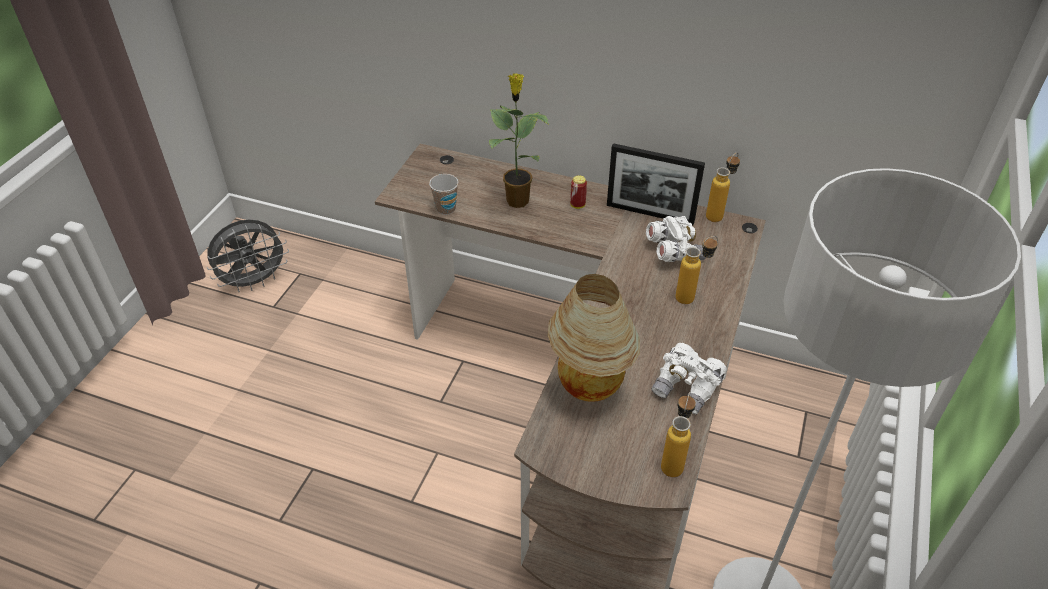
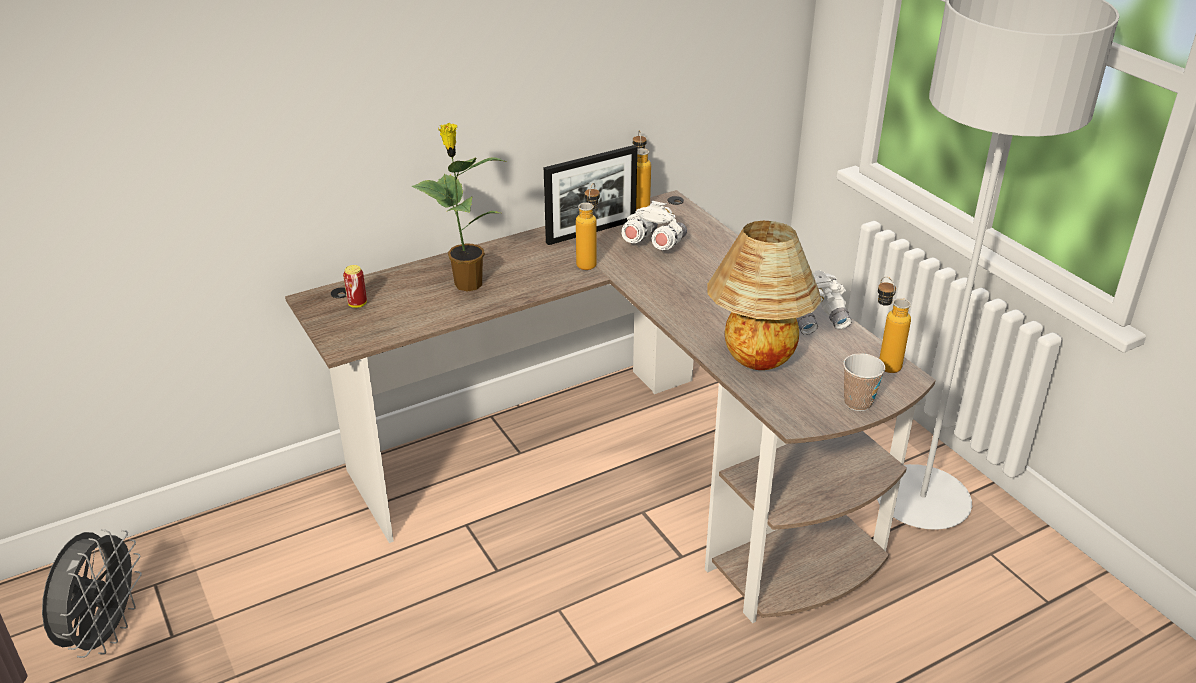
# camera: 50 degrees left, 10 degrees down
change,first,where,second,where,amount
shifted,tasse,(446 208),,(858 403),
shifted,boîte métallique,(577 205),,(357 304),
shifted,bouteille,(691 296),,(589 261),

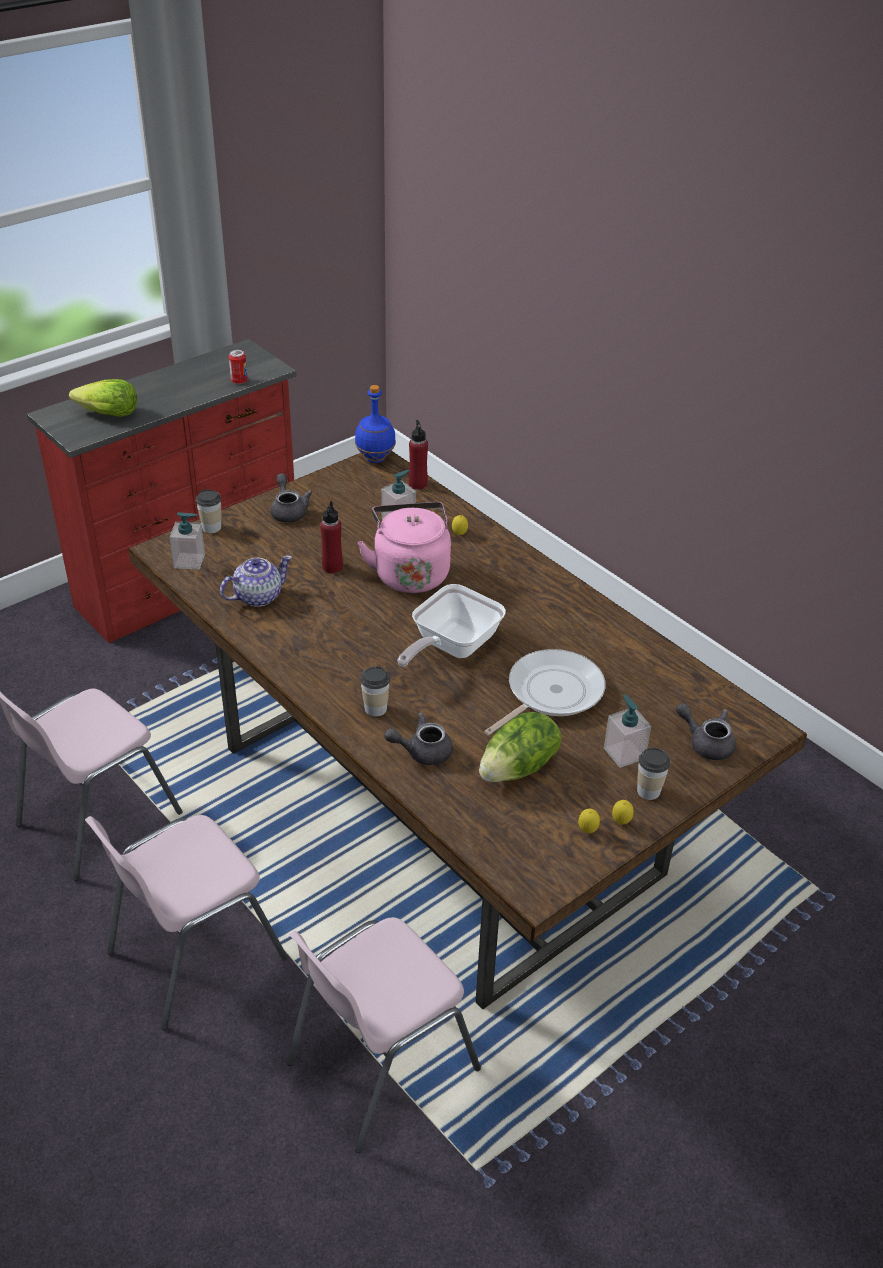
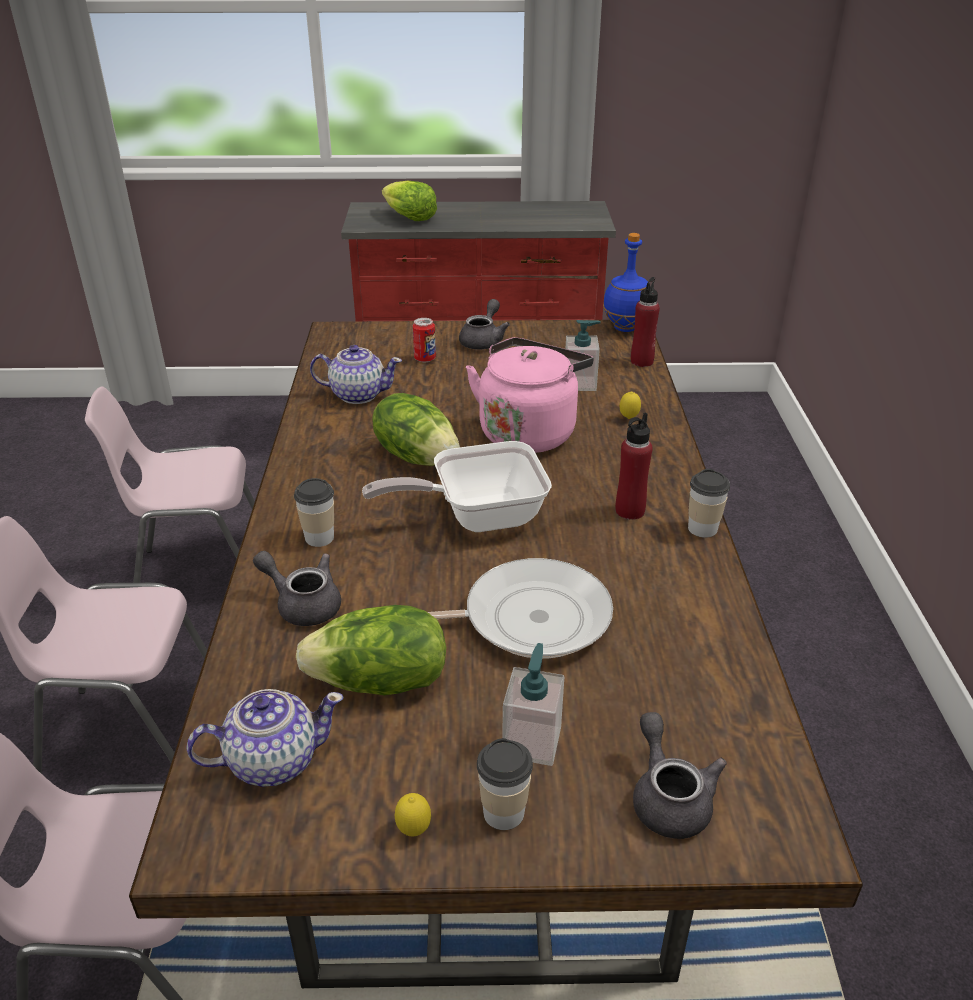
# camera: 40 degrees right, 5 degrees down
change,first,where,second,where,amount
gone,distributeur de savon,(189 561),,,
gone,citron,(587 831),,,
new,,,théière,(272 760),
new,,,laitue,(418 456),
shifted,tasse,(211 528),,(702 529),
shifted,boîte métallique,(239 381),,(425 359),
shifted,bouteille/rouge,(332 567),,(629 511),

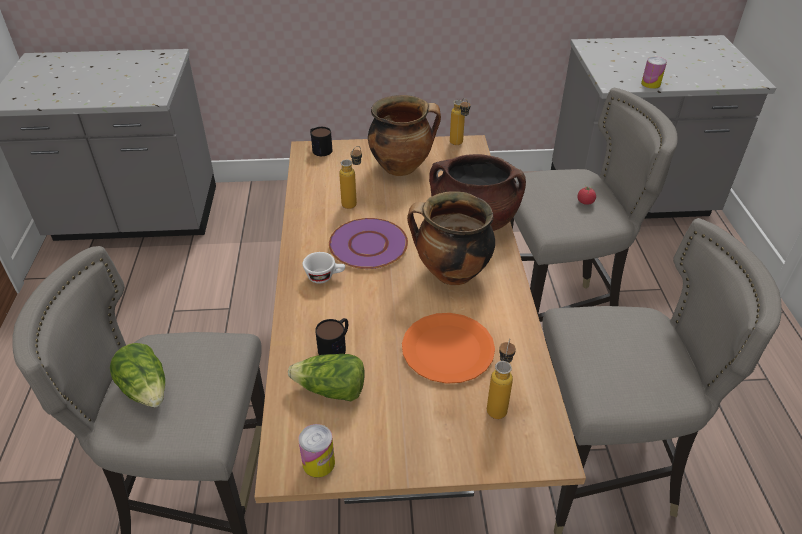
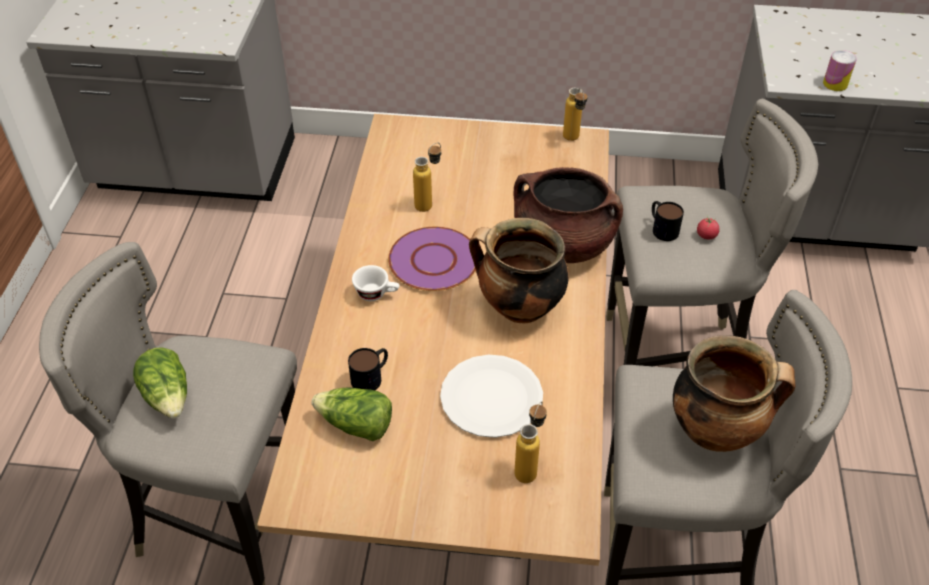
# camera: 10 degrees right, 5 degrees up
change,first,where,second,where,amount
gone,boîte métallique,(318 463),,,
shifted,mug,(319 148),,(662 228),
shifted,marmite,(402 167),,(716 431),
repainted,assiette/orange,(448 349),assiette/blanc,(491 398),

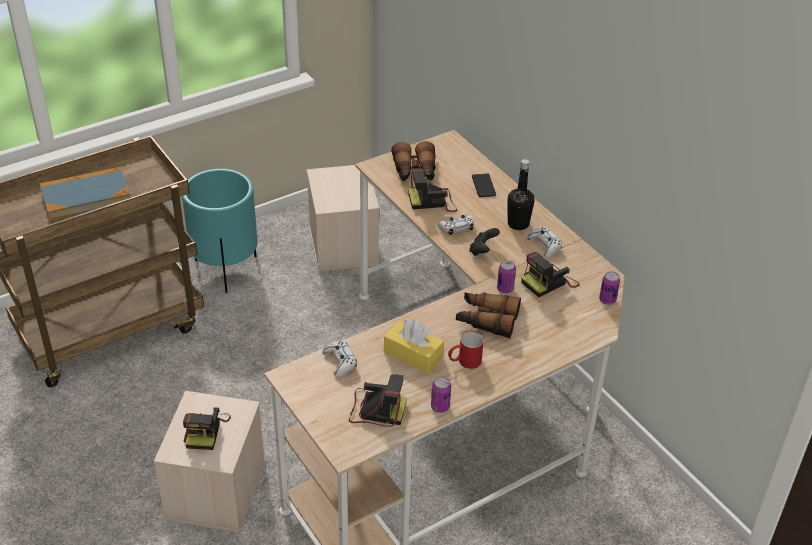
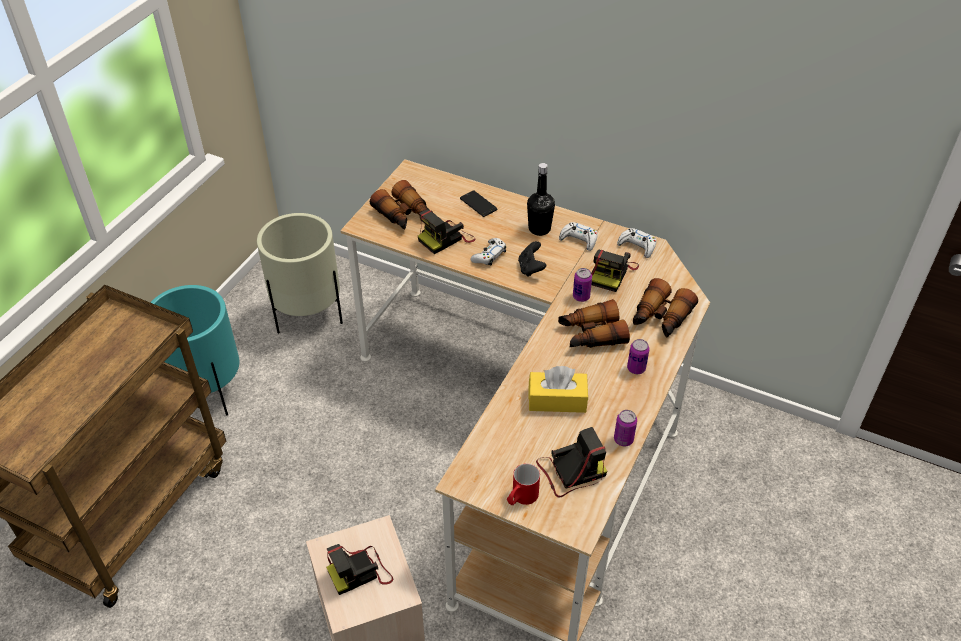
# camera: 30 degrees left, 5 degrees up
change,first,where,second,where,amount
gone,livre,(86 196),,,
new,,,jumelles,(660 318),
shifted,manette/blanc,(340 362),,(637 246),
shifted,mug/rouge,(464 362),,(521 498),
shifted,boîte métallique,(607 300),,(636 368),
swapped,boîte de rangement/beige,(344 245),cache-pot/beige,(309 315),
rotated,appareil photo,(205 430),,(360 572),90 degrees clockwise

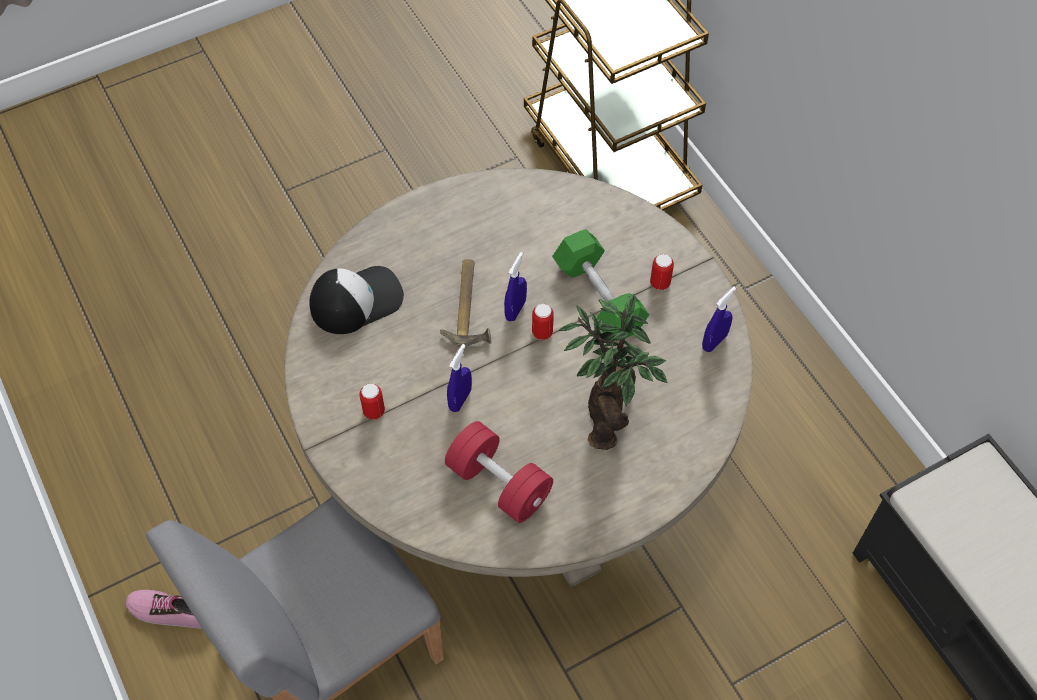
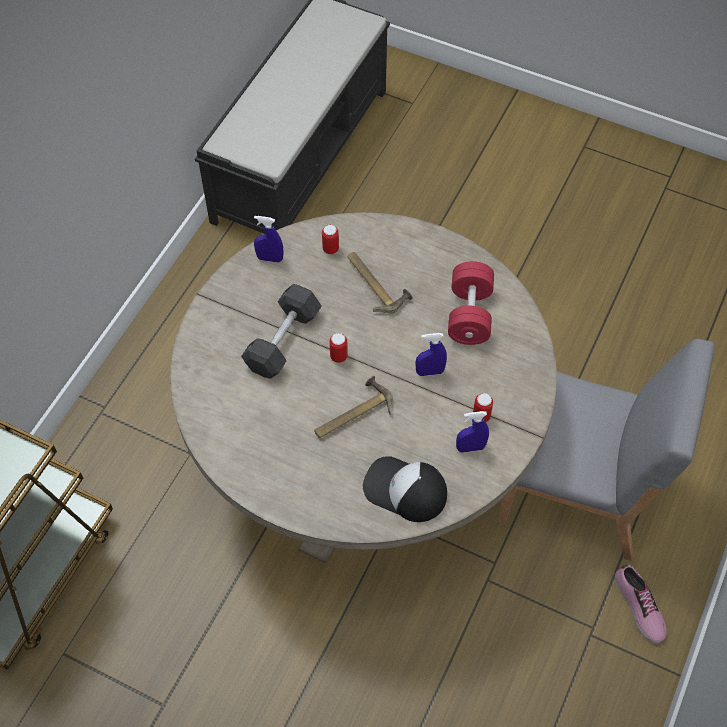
# camera: 125 degrees left, 0 degrees up
change,first,where,second,where,amount
shifted,vaporisateur/bleu,(515 310),,(470 448),
shifted,boîte métallique,(660 283),,(330 249),
swapped,plante en pot,(608 419),marteau,(376 283),
repainted,haltère/vert,(598 297),haltère/gris,(283 340),

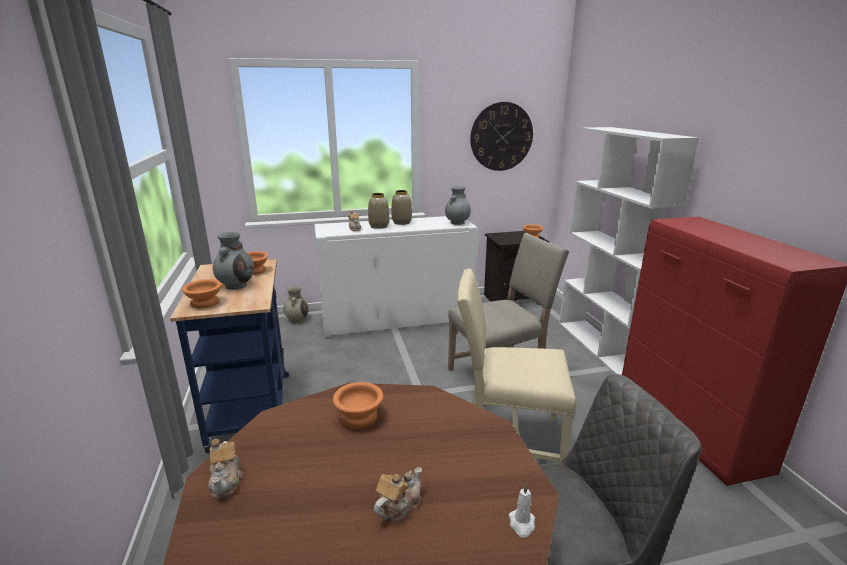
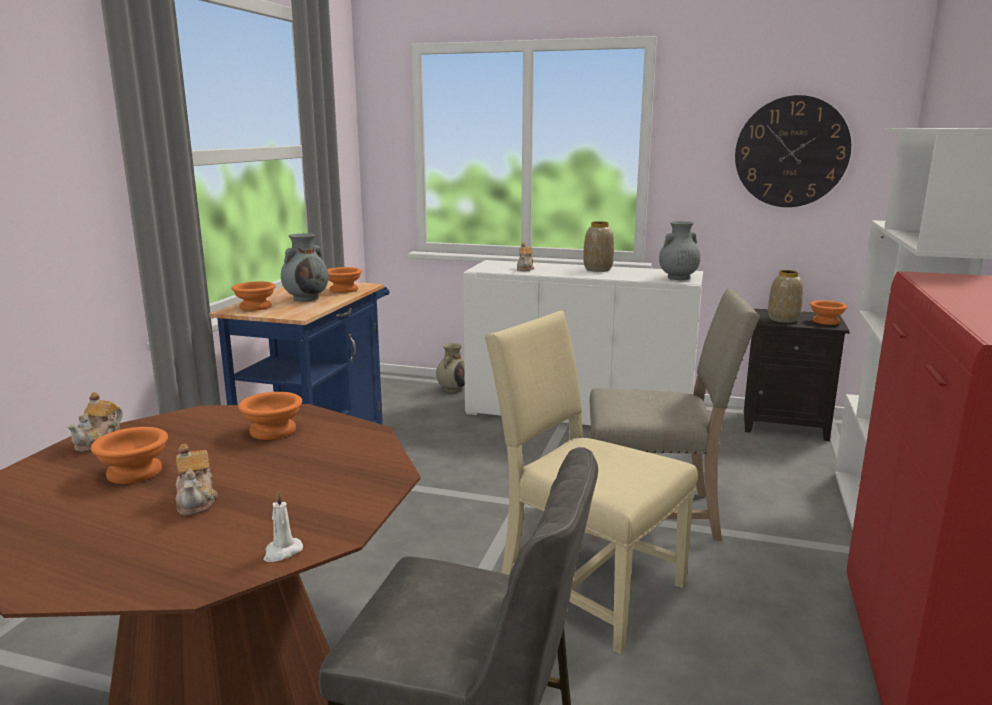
# camera: 30 degrees right, 5 degrees down
change,first,where,second,where,amount
new,,,bol/orange,(132 473),
shifted,vase,(378 226),,(782 320),
rotated,théière,(398 506),,(197 501),90 degrees clockwise

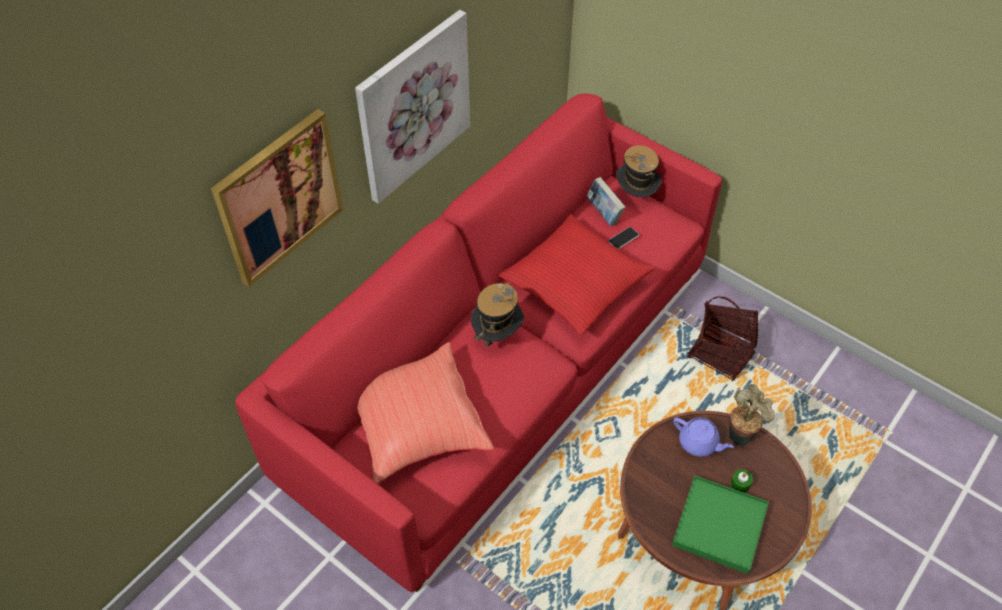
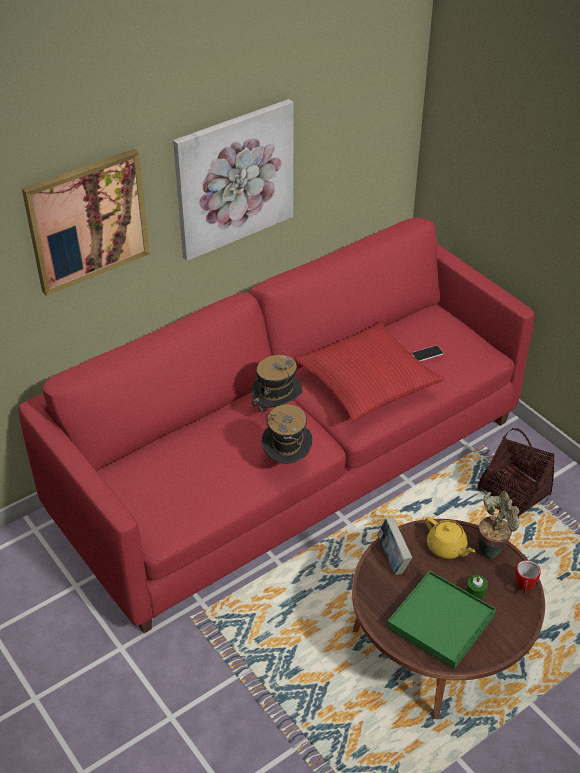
# camera: 15 degrees right, 10 degrees down
change,first,where,second,where,amount
gone,coussin/rouge,(415 425),,,
new,,,mug,(524 587),
shifted,livre,(604 213),,(392 558),
shifted,chapeau,(635 196),,(287 461),
repainted,théière/violet,(699 443),théière/jaune,(447 548),

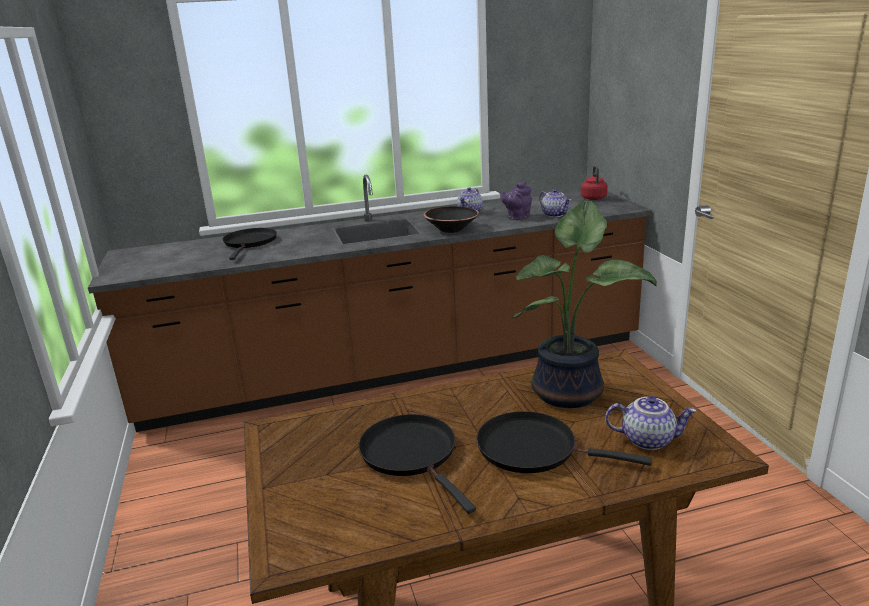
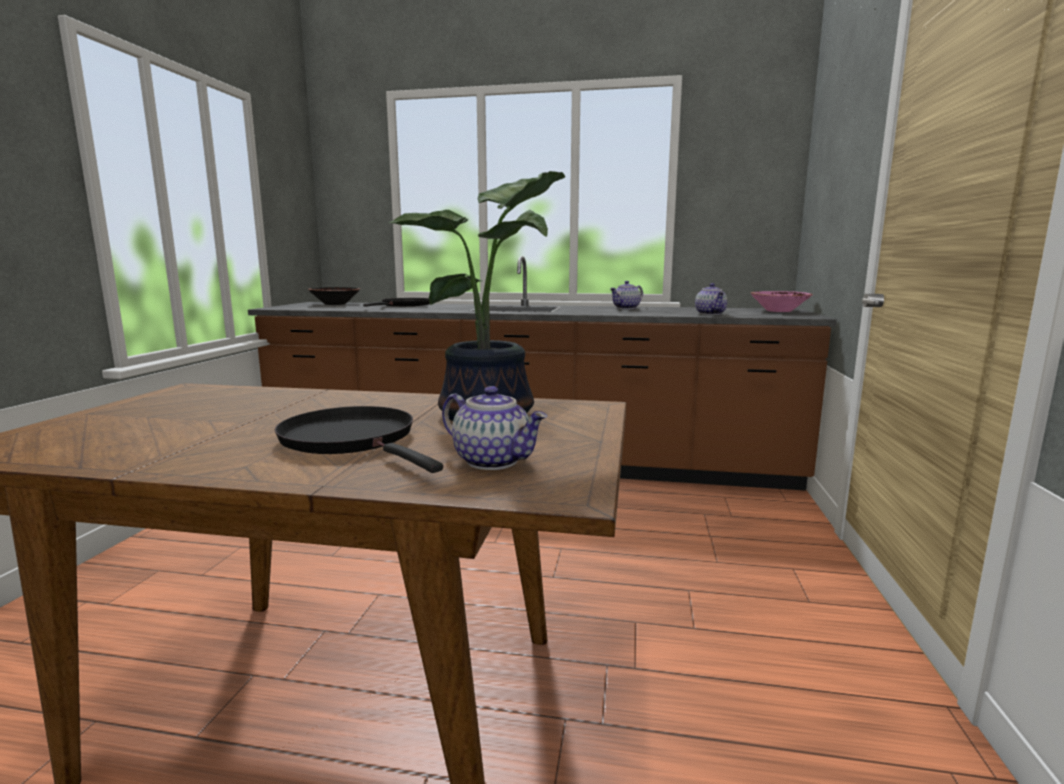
# camera: 25 degrees right, 10 degrees down
change,first,where,second,where,amount
gone,poêle/noir,(412 454),,,
gone,théière/violet,(517 217),,,
shifted,bol/noir,(451 229),,(335 304),
swapped,bouilloire/rouge,(593 198),bol/rose,(779 311),

